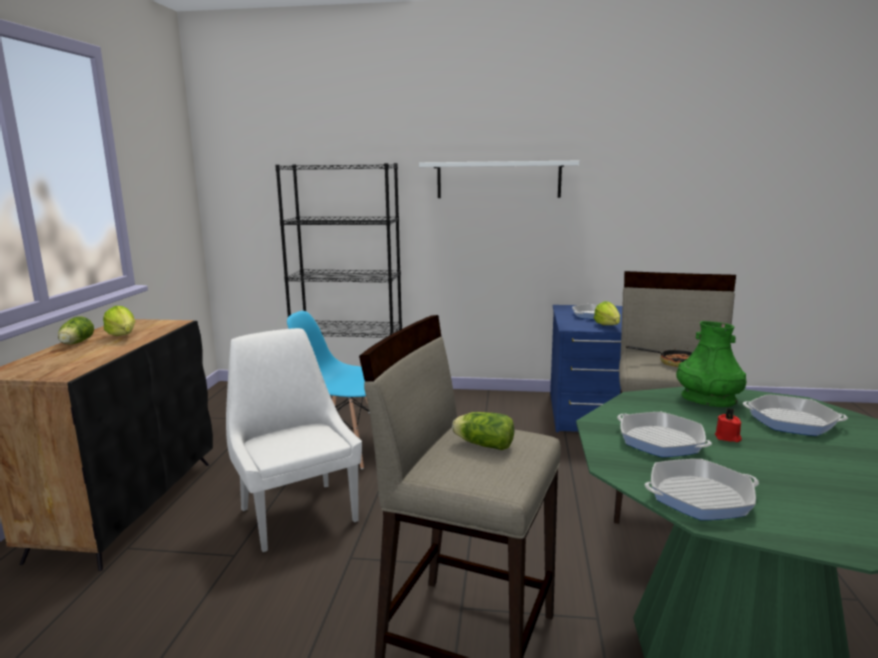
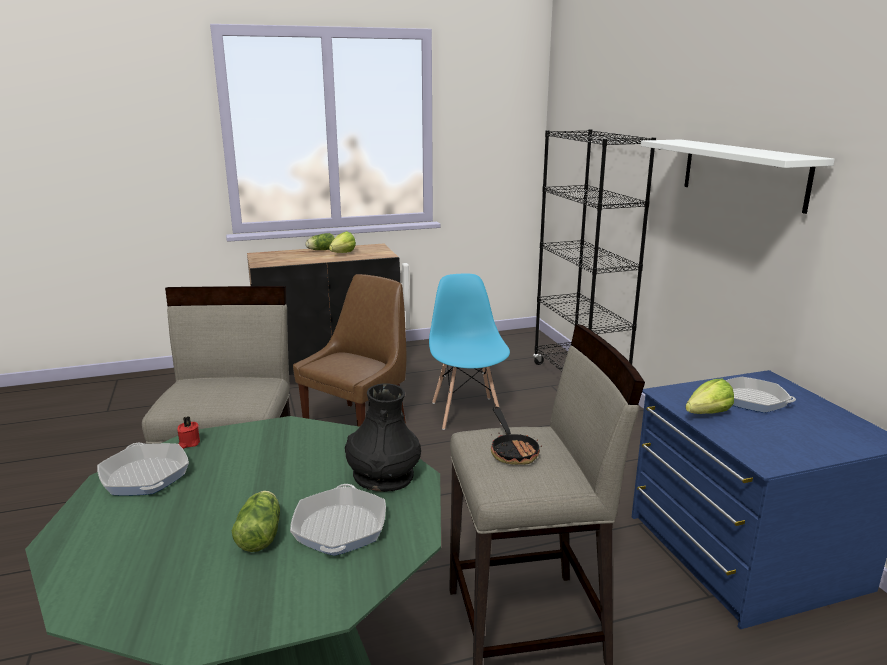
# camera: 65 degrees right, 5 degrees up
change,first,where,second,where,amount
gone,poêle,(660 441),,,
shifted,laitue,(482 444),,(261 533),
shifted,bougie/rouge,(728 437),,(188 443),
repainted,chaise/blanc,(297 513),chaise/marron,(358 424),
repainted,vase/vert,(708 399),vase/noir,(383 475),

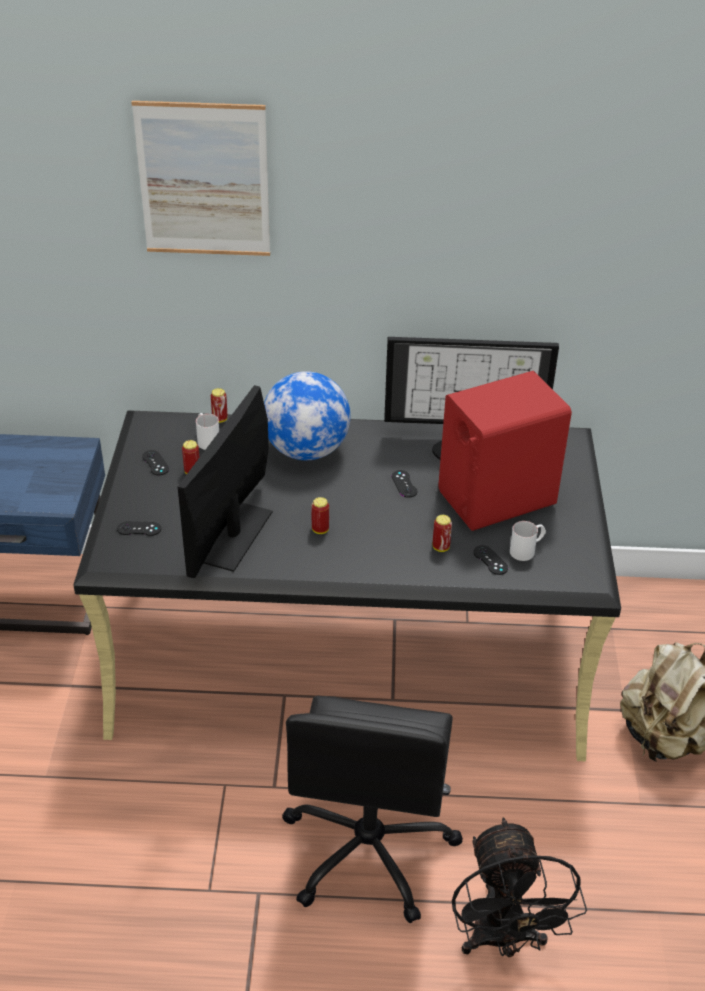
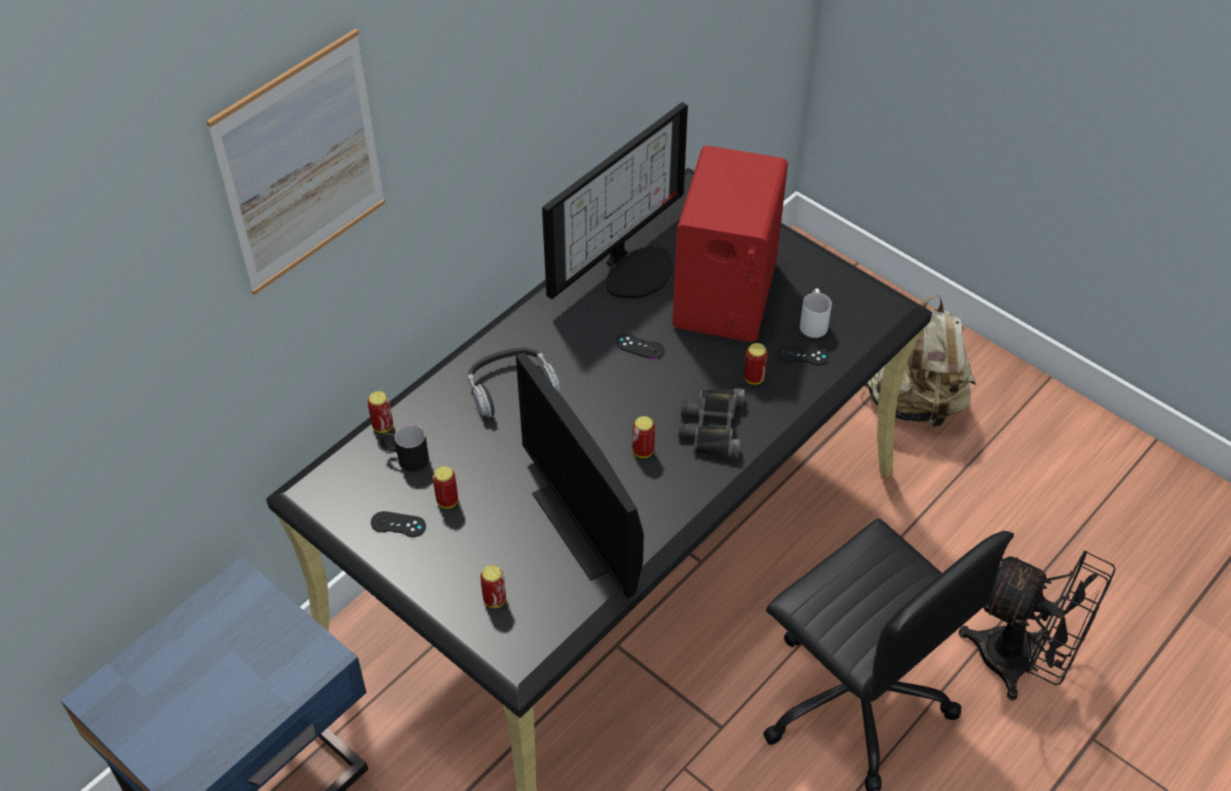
# camera: 50 degrees left, 10 degrees up
change,first,where,second,where,amount
new,,,jumelles/noir,(711 426),
swapped,manette/noir,(139 529),boîte métallique,(494 600),
swapped,globe,(306 450),casque audio,(511 387),
repainted,mug/blanc,(206 440),mug/noir,(405 458),

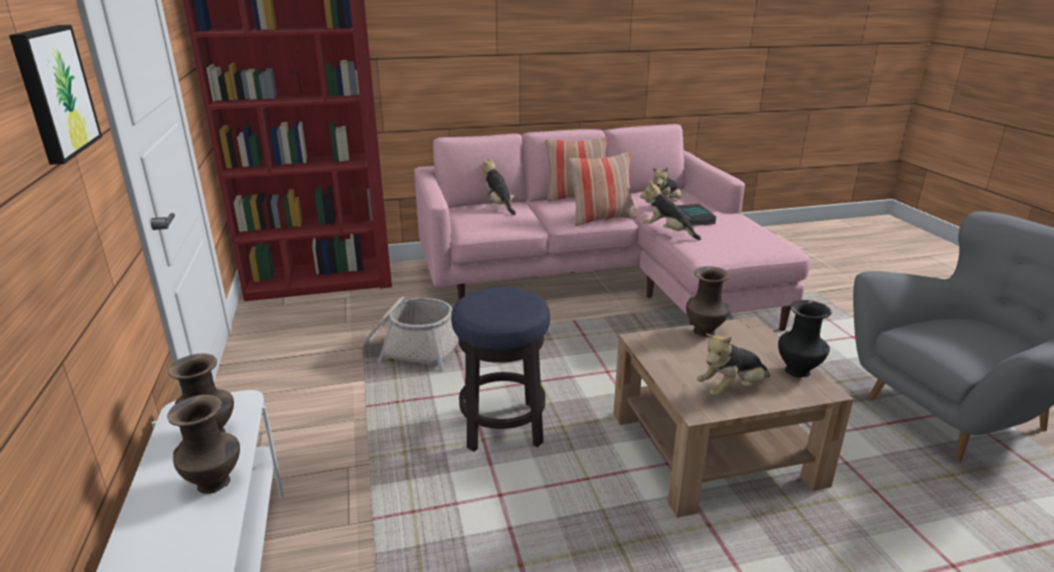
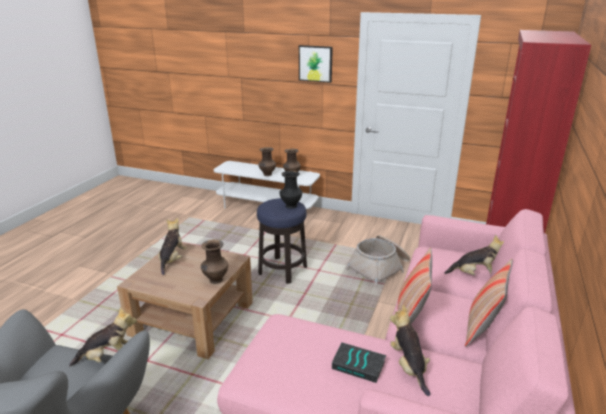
# camera: 125 degrees right, 0 degrees up
change,first,where,second,where,amount
shifted,peluche,(667 232),,(108 357),
shifted,vase/noir,(798 372),,(290 206),

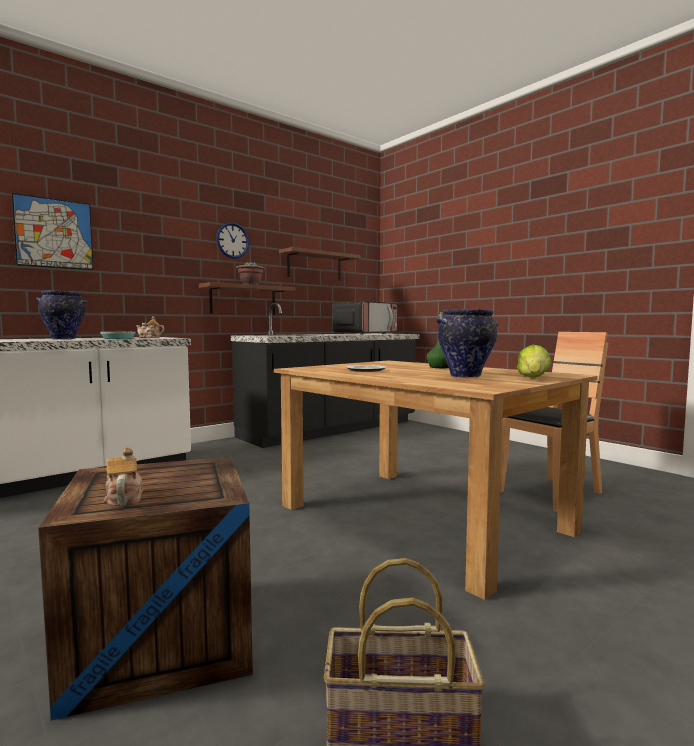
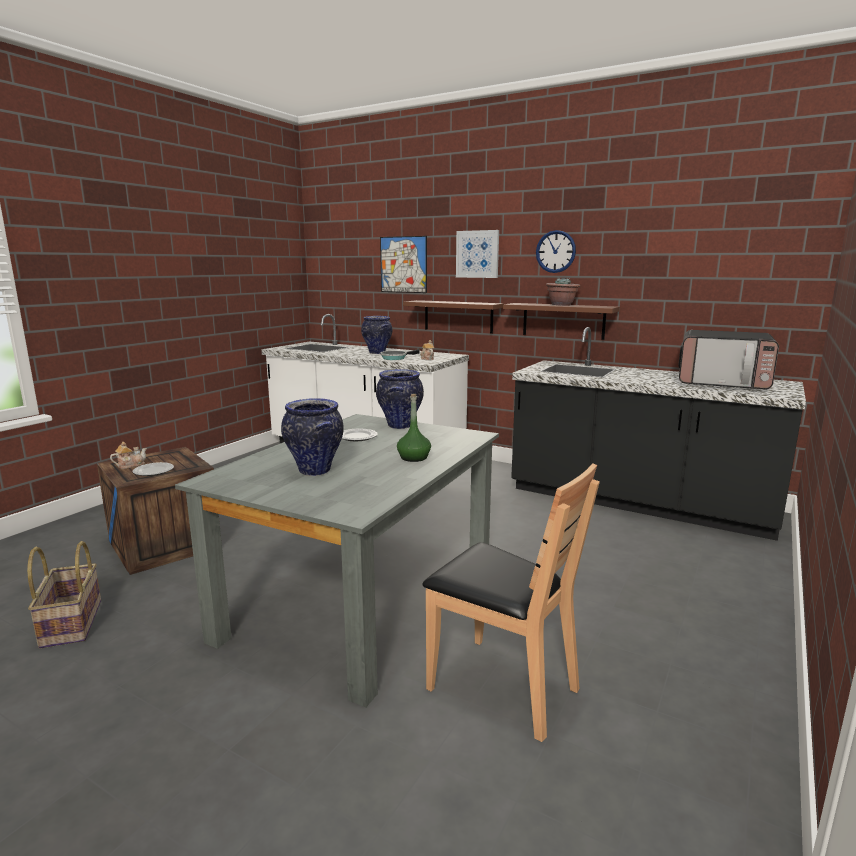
# camera: 70 degrees right, 10 degrees up
change,first,where,second,where,amount
gone,laitue,(533 378),,,
new,,,assiette,(154 471),
new,,,vase,(400 426),
new,,,tableau,(477 254),
shifted,étagère/marron,(314 266),,(458 316),
repainted,table à manger/marron,(419 518),table à manger/gris,(362 597),

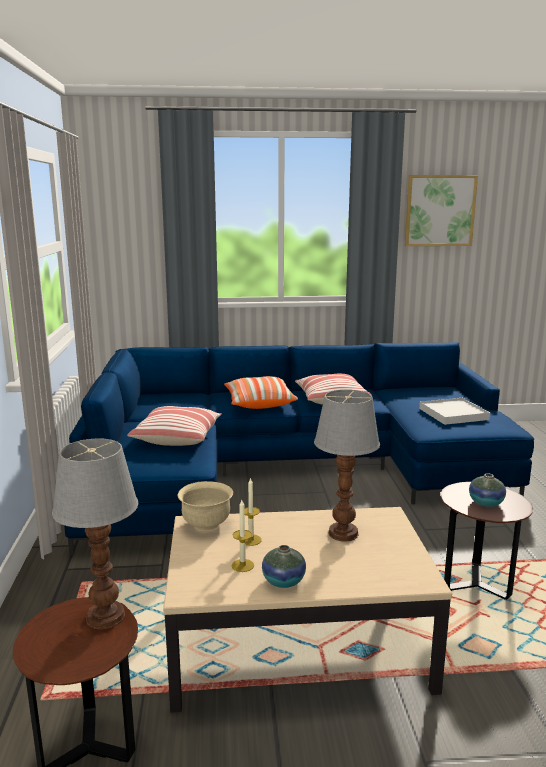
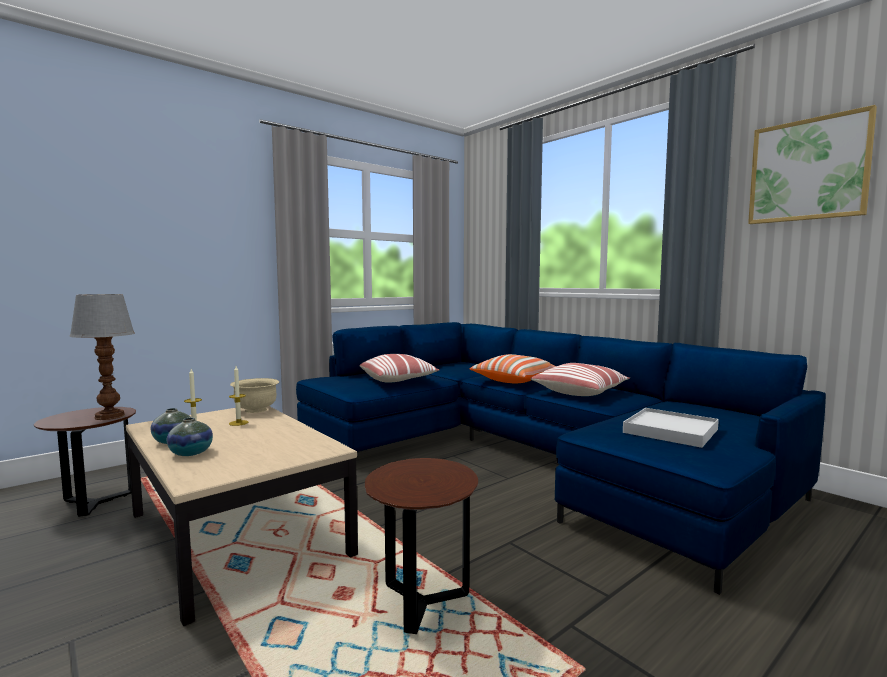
# camera: 55 degrees right, 10 degrees down
change,first,where,second,where,amount
gone,lampe de table,(344 533),,,
shifted,vase,(486 503),,(191 453),

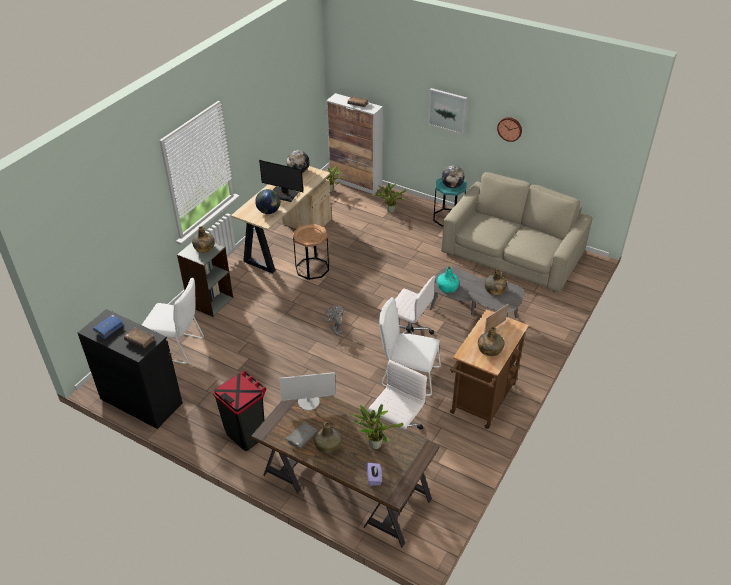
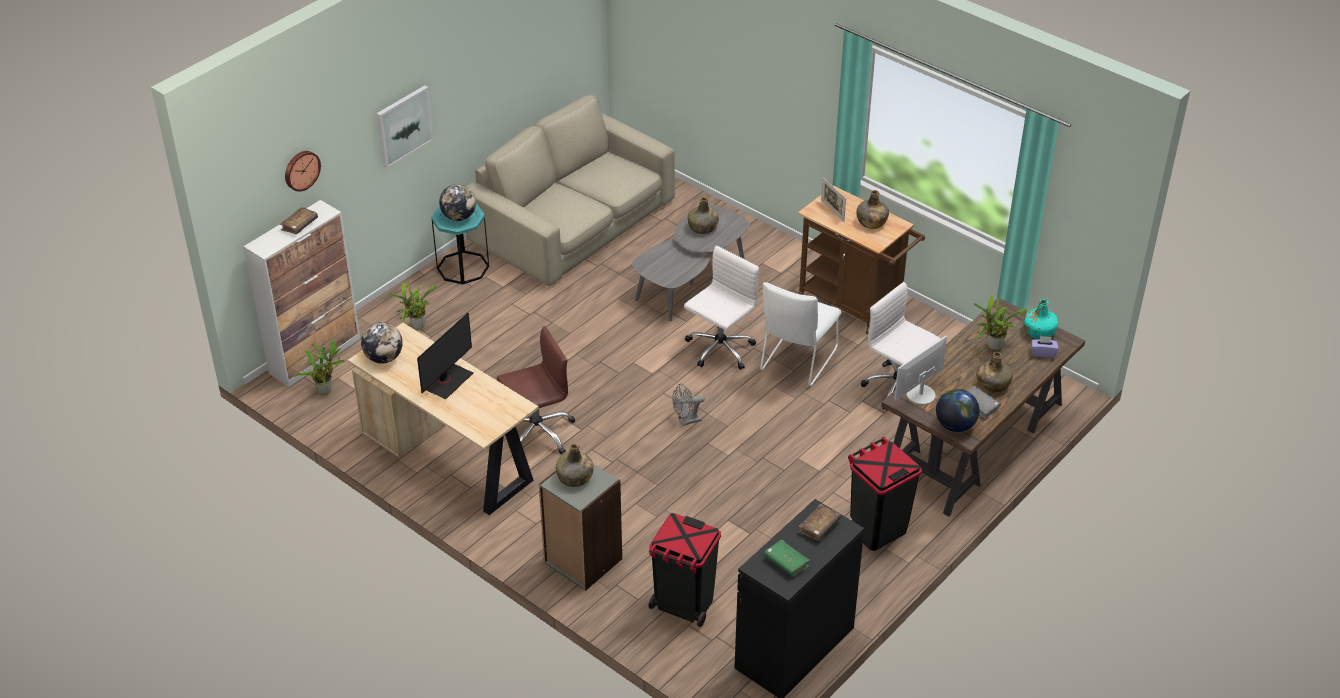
# camera: 80 degrees left, 0 degrees up
change,first,where,second,where,amount
shifted,globe,(269 211),,(955 425),
shifted,bouteille/turquoise,(447 287),,(1039 331),
shifted,horloge murale,(510 128),,(301 170),
swapped,chaise/blanc,(176 347),poubelle/noir,(684 605),
swapped,table d'appoint/marron,(312 268),chaise de bureau/marron,(536 432),
repainted,livre/bleu,(109 328),livre/vert,(786 562),
rotated,écran d'ordinateur,(309 402),,(920 394),135 degrees counterclockwise

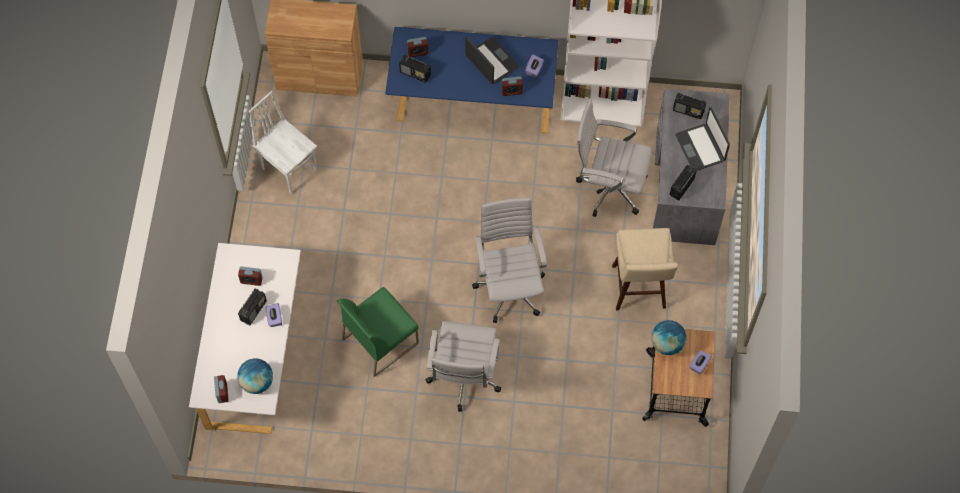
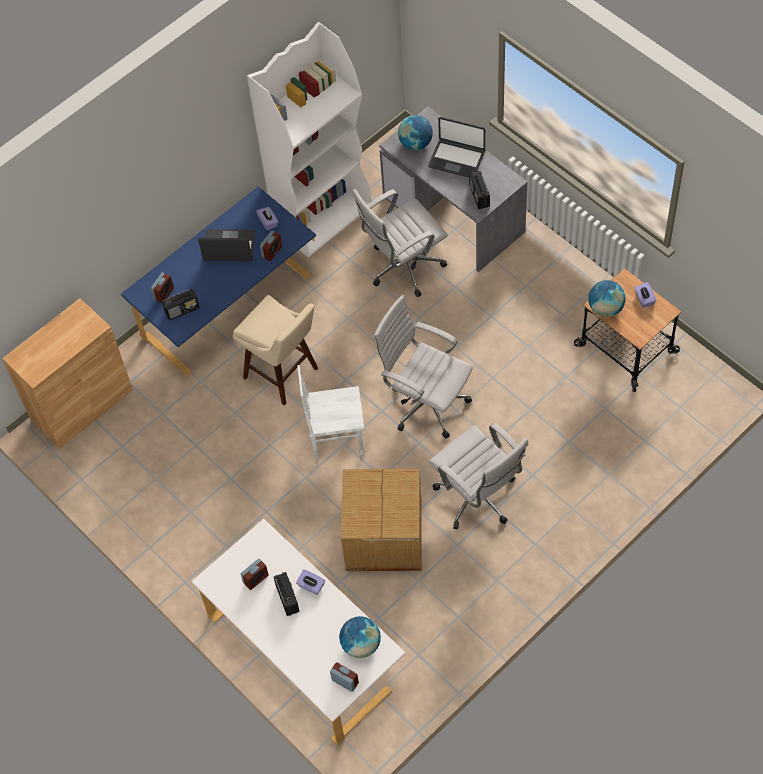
# camera: 45 degrees left, 5 degrees down
change,first,where,second,where,amount
shifted,chaise/blanc,(289 168),,(336 438),
shifted,tabouret/beige,(639 290),,(283 375),
swapped,chaise/vert,(380 340),carton,(382 537),
swapped,radio,(688 111),globe,(416 143),

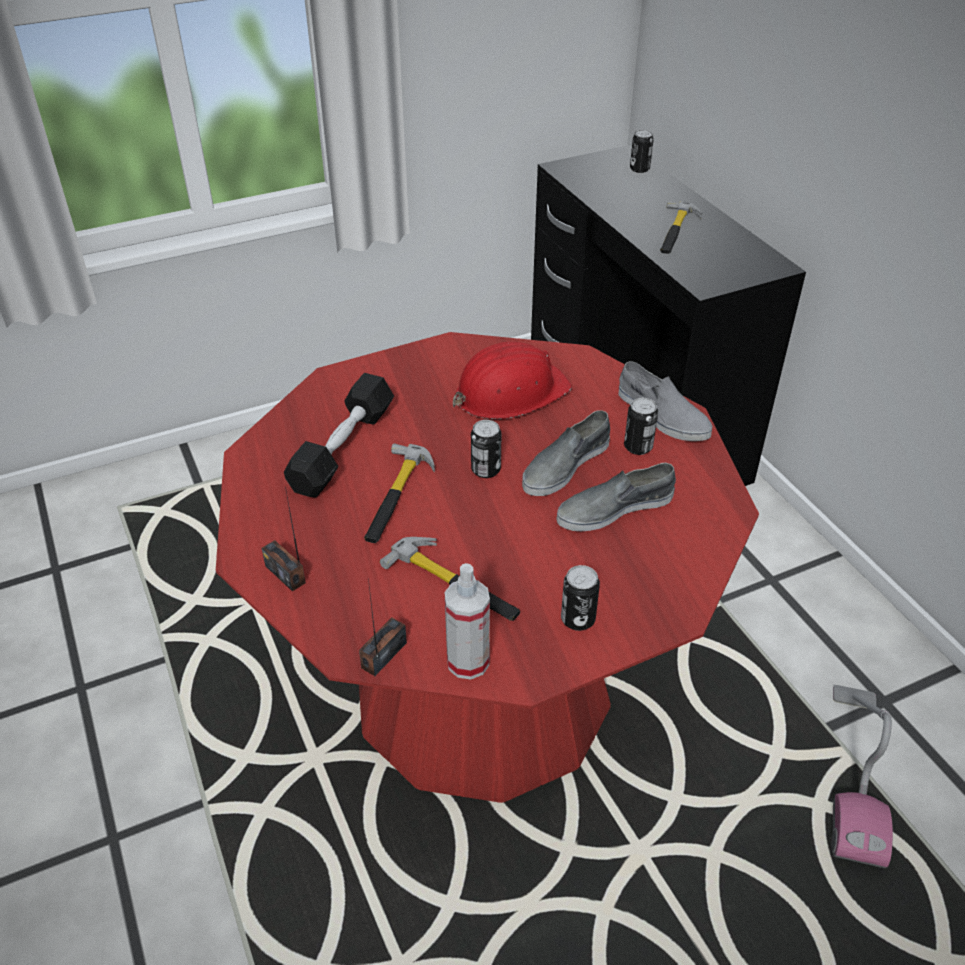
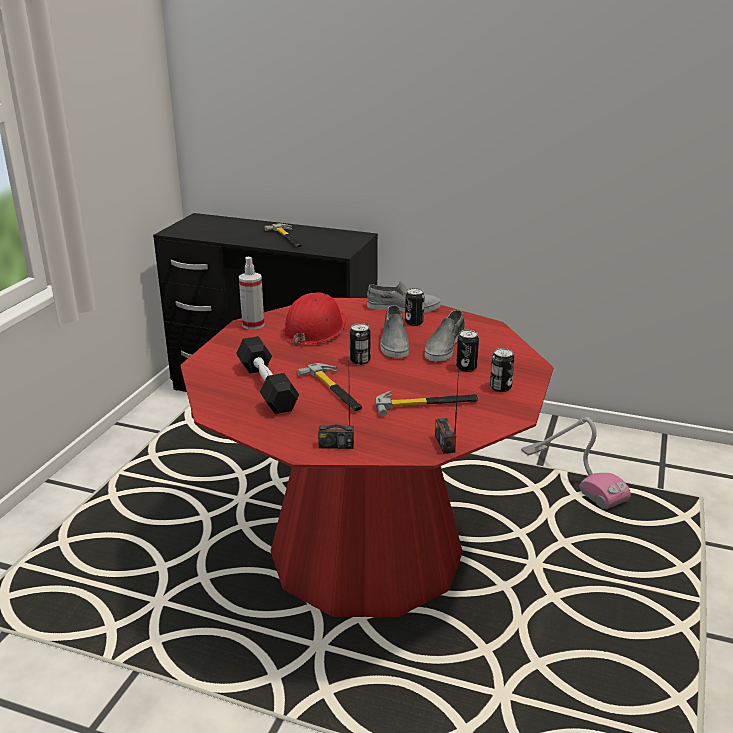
# camera: 45 degrees left, 15 degrees down
change,first,where,second,where,amount
shifted,vaporisateur,(468 662),,(253 325),
shifted,boîte métallique,(639 169),,(466 368),

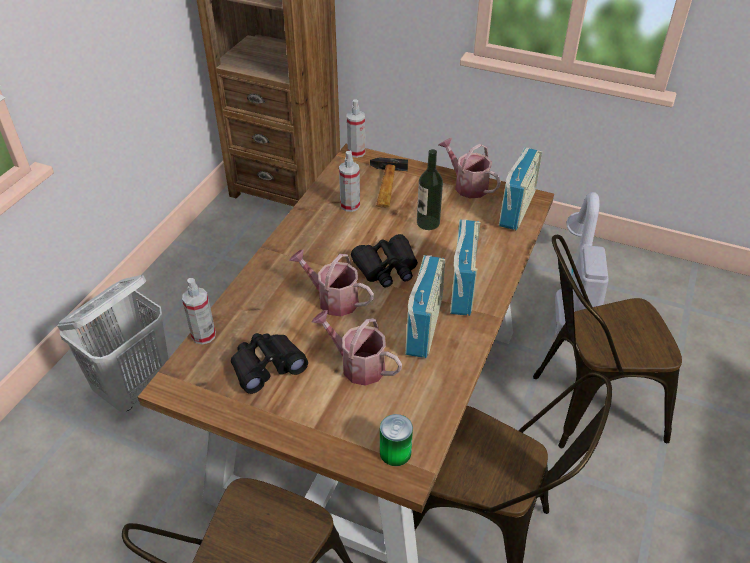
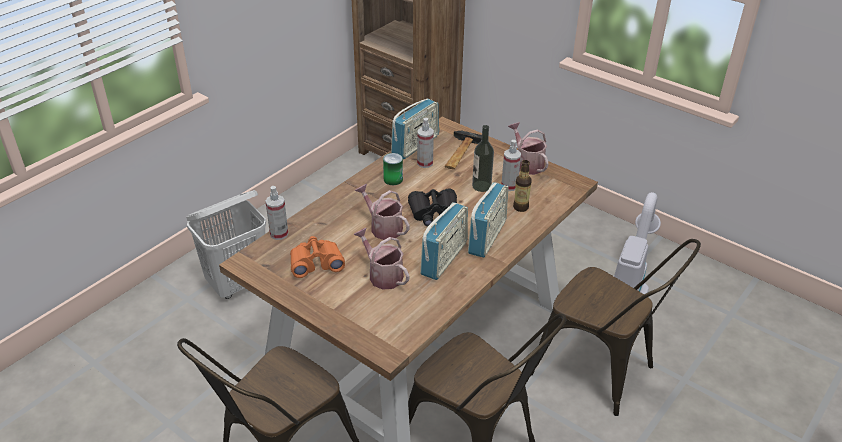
# camera: 15 degrees right, 5 degrees down
change,first,where,second,where,amount
new,,,bouteille,(520 207),
shifted,vaporisateur,(356 152),,(509 186),
shifted,boîte métallique,(395 452),,(393 179),
shifted,radio,(517 208),,(415 145),
repainted,jumelles/noir,(267 366),jumelles/orange,(316 263),
rotated,chaise/marron,(586 405),,(601 372),150 degrees counterclockwise

